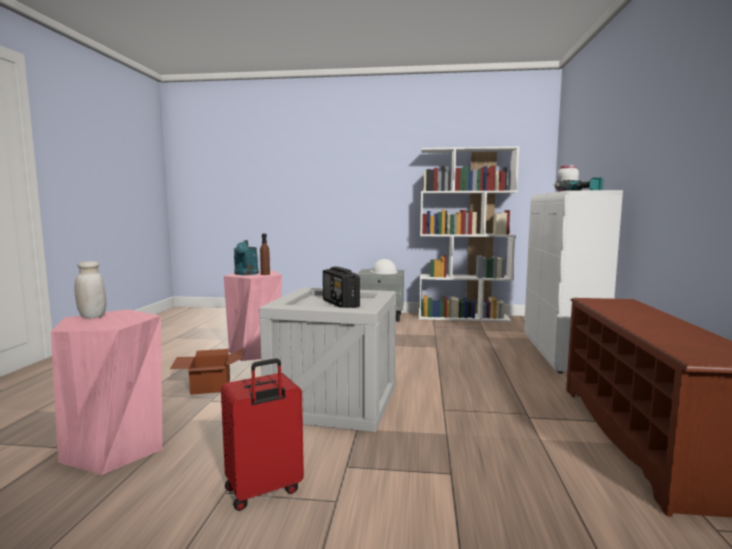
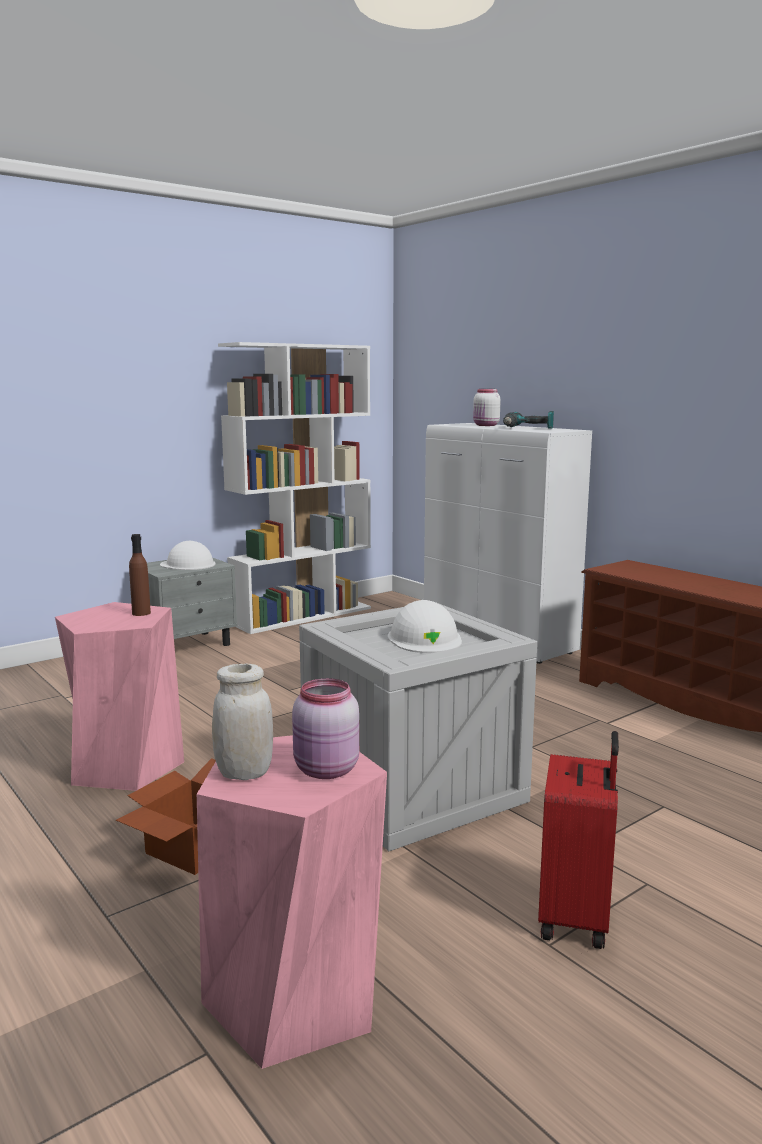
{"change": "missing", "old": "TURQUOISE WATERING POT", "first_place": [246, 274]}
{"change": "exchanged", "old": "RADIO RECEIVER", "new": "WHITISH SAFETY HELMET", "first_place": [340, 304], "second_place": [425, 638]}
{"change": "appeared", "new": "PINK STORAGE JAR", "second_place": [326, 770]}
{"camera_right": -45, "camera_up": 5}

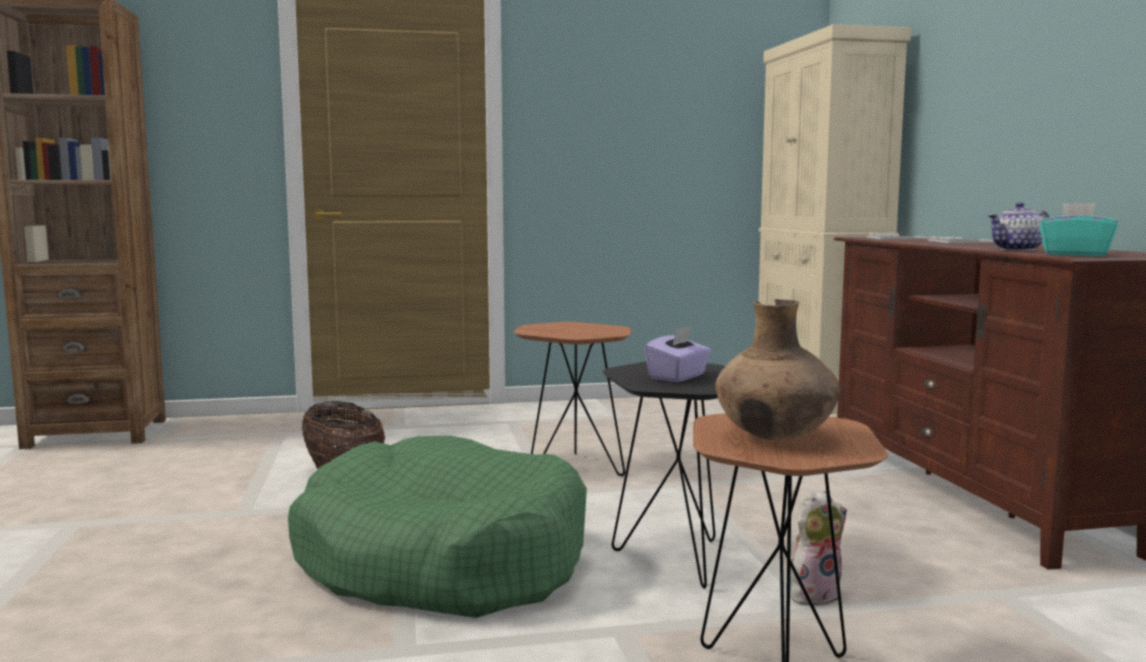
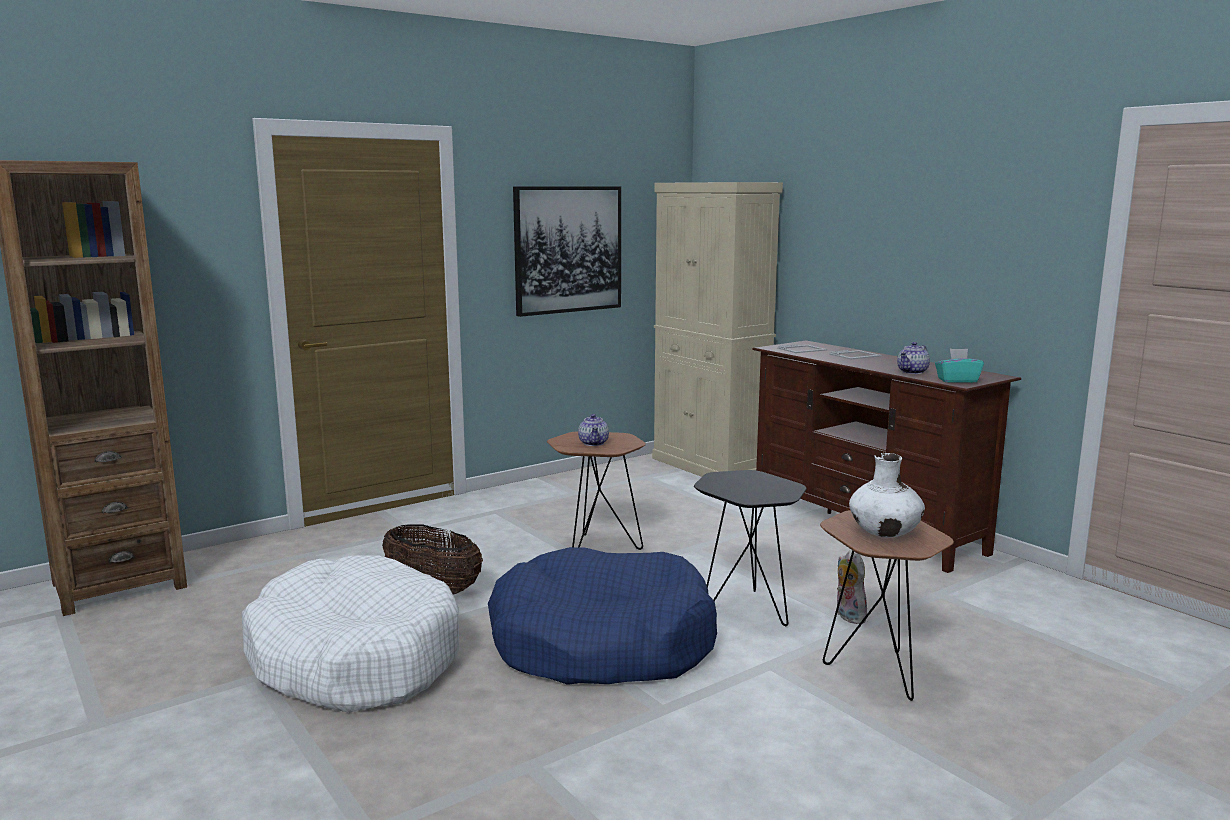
{"change": "colour", "old": "BROWNISH VASE", "new": "WHITISH VASE", "first_place": [776, 437], "second_place": [885, 534]}
{"change": "missing", "old": "PURPLISH BOX OF TISSUES", "first_place": [678, 377]}
{"change": "colour", "old": "GREEN PET BED", "new": "BLUE PET BED", "first_place": [441, 561], "second_place": [602, 643]}
{"change": "spun", "old": "SOFT TOY", "first_place": [814, 594], "second_place": [847, 616], "degrees": -60}
{"change": "appeared", "new": "PICTURE", "second_place": [568, 249]}
{"change": "appeared", "new": "TEAPOT", "second_place": [594, 443]}
{"change": "appeared", "new": "WHITISH PET BED", "second_place": [355, 658]}
{"camera_right": -25, "camera_up": 5}

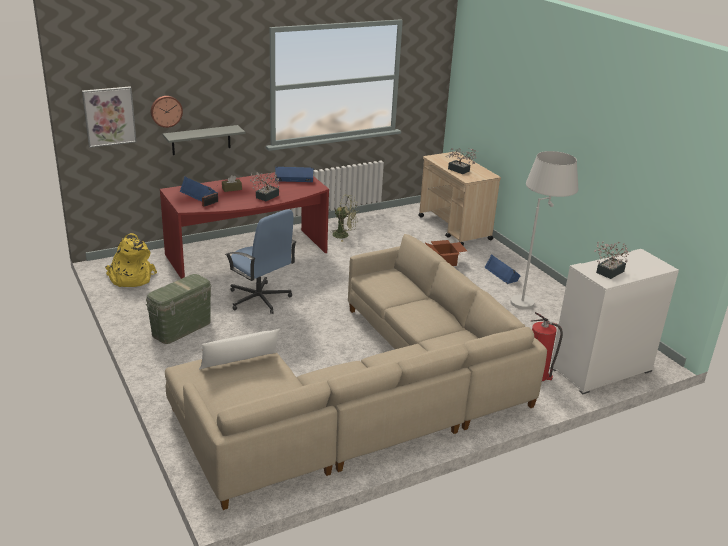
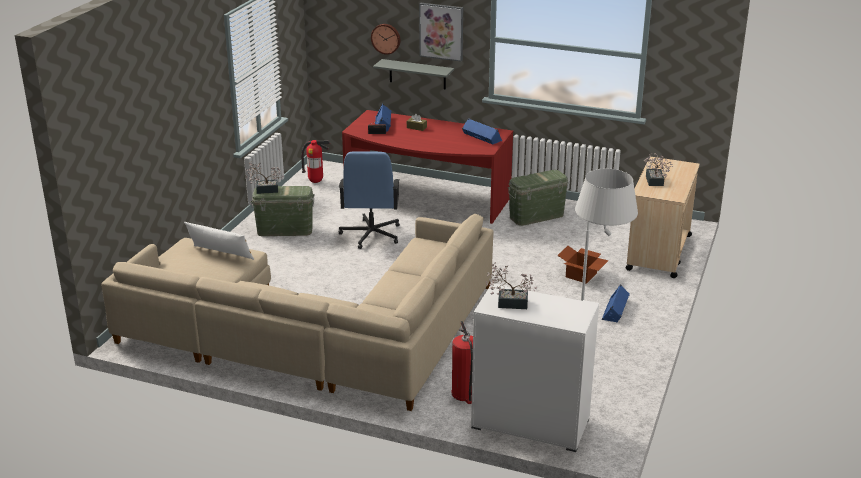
{"change": "relocated", "old": "PICTURE", "first_place": [109, 116], "second_place": [441, 31]}
{"change": "relocated", "old": "HOUSEPLANT", "first_place": [265, 197], "second_place": [264, 190]}
{"change": "exchanged", "old": "GREEN COOLING FAN", "new": "GREEN STORAGE BOX", "first_place": [344, 235], "second_place": [536, 216]}
{"change": "exchanged", "old": "YELLOW-COLOURED RUCKSACK", "new": "FIRE-FIGHTING CYLINDER", "first_place": [130, 278], "second_place": [316, 182]}
{"camera_right": 50, "camera_up": 0}

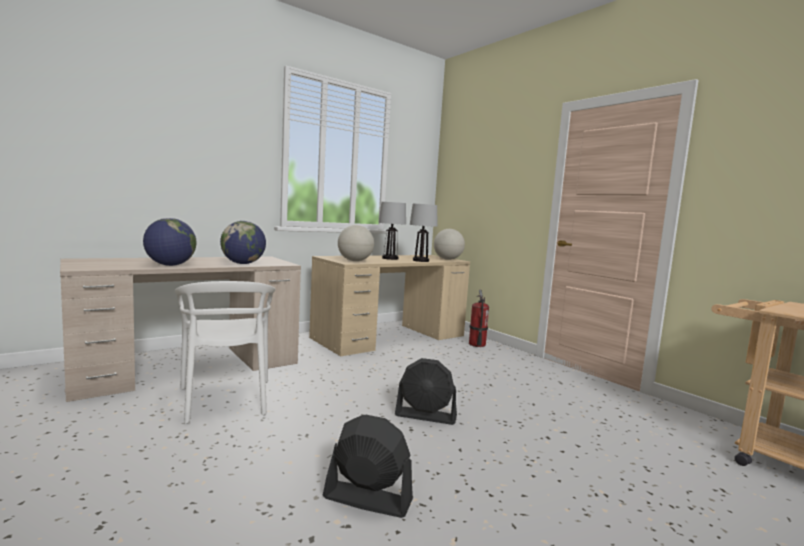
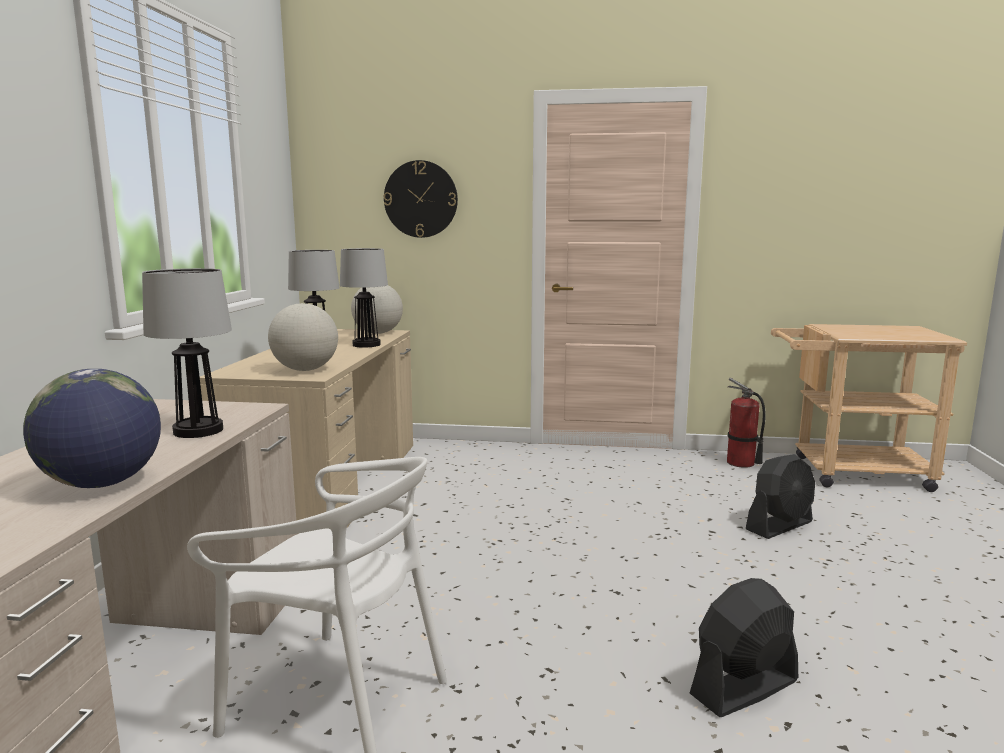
{"change": "exchanged", "old": "GLOBE", "new": "TABLE LAMP", "first_place": [243, 263], "second_place": [198, 431]}
{"change": "relocated", "old": "FIRE-FIGHTING CYLINDER", "first_place": [476, 344], "second_place": [740, 463]}
{"change": "relocated", "old": "BLACK-COLOURED COOLING FAN", "first_place": [426, 416], "second_place": [779, 526]}
{"change": "appeared", "new": "CLOCK ON THE WALL", "second_place": [420, 199]}
{"camera_right": -45, "camera_up": 5}

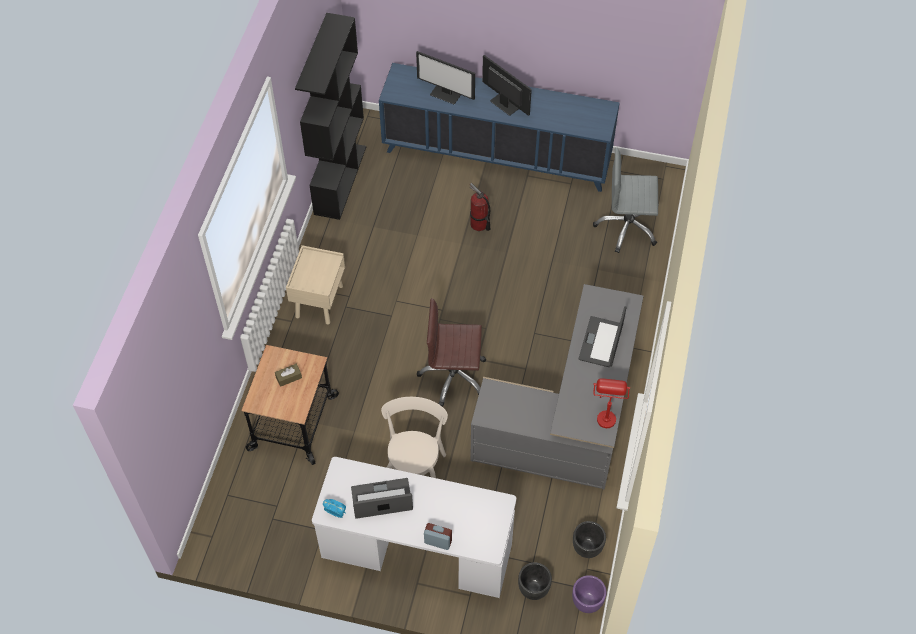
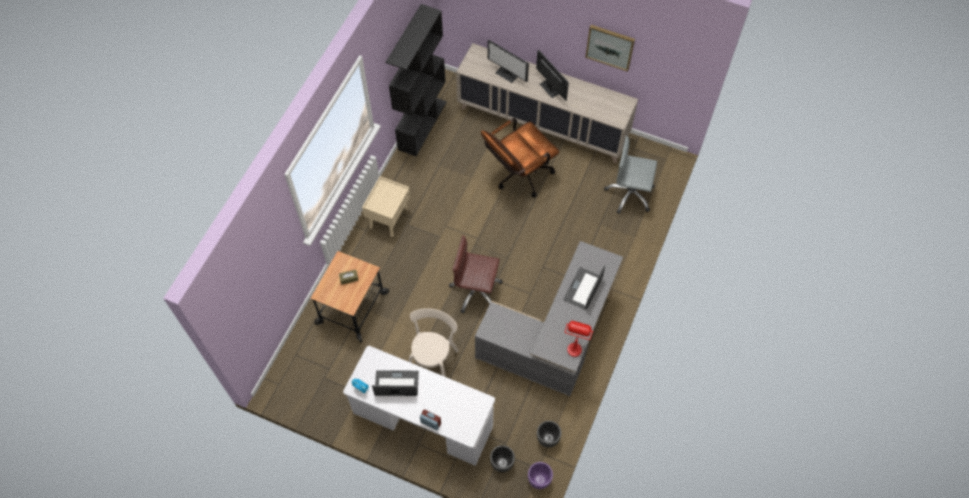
{"change": "colour", "old": "BLUE STORAGE CABINET", "new": "BEIGE STORAGE CABINET", "first_place": [497, 155], "second_place": [543, 122]}
{"change": "exchanged", "old": "FIRE-FIGHTING CYLINDER", "new": "BROWNISH OFFICE CHAIR", "first_place": [479, 224], "second_place": [518, 175]}
{"change": "appeared", "new": "PICTURE", "second_place": [610, 47]}
{"camera_right": 10, "camera_up": 5}

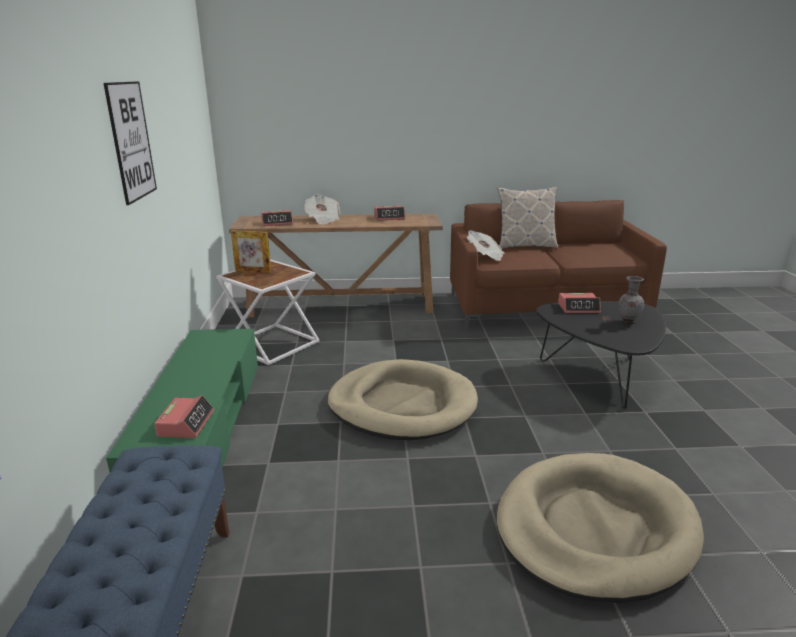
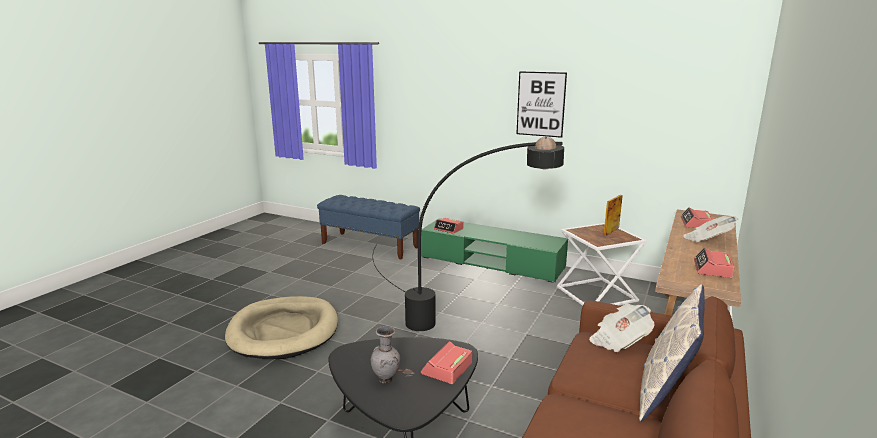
{"change": "exchanged", "old": "BEIGE PET BED", "new": "BLACK-COLOURED FLOOR LAMP", "first_place": [402, 405], "second_place": [457, 317]}
{"camera_right": 120, "camera_up": -5}

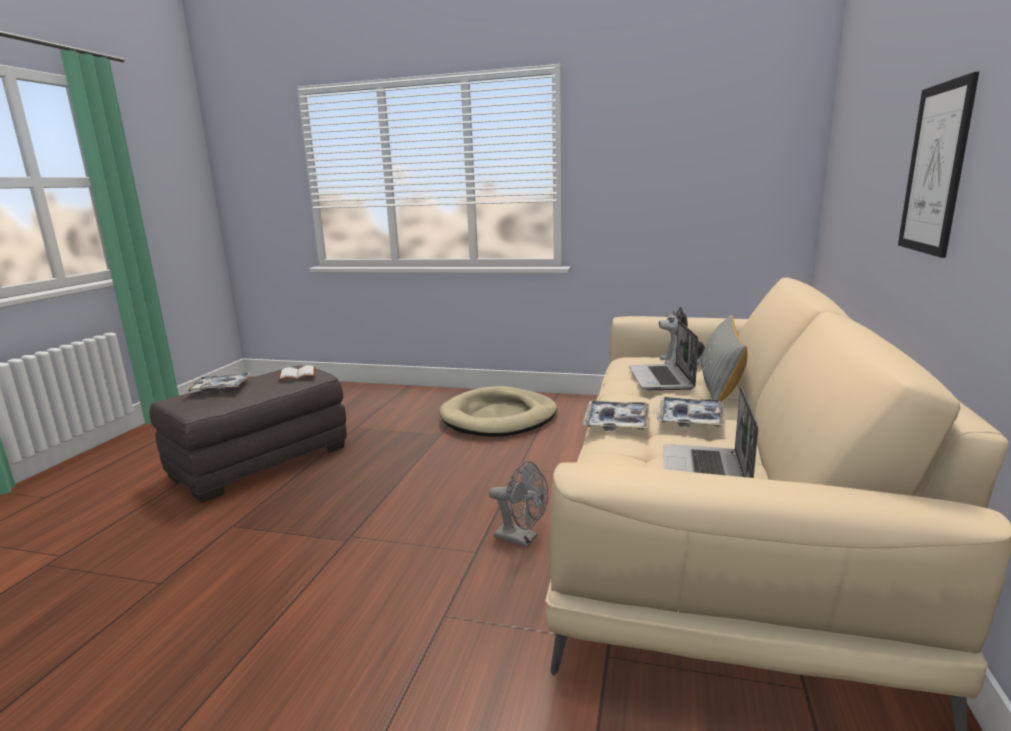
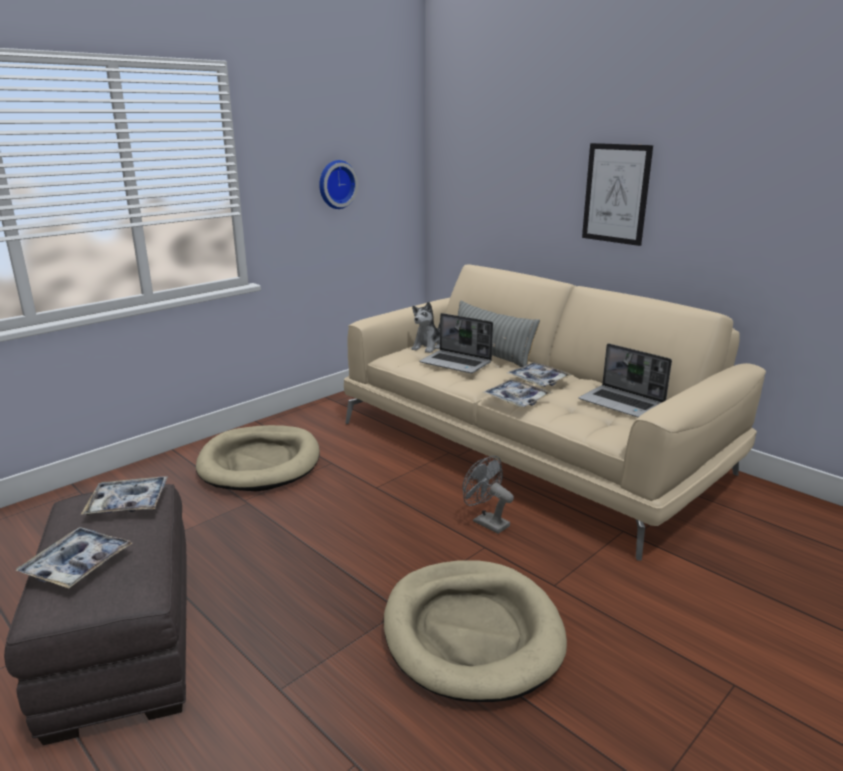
{"change": "exchanged", "old": "WHITISH BOOK", "new": "TRAY", "first_place": [297, 375], "second_place": [128, 503]}
{"change": "spun", "old": "GREYISH COOLING FAN", "first_place": [522, 539], "second_place": [486, 522], "degrees": -105}
{"change": "appeared", "new": "CLOCK ON THE WALL", "second_place": [336, 184]}
{"change": "appeared", "new": "BEIGE PET BED", "second_place": [472, 632]}
{"camera_right": -60, "camera_up": 5}

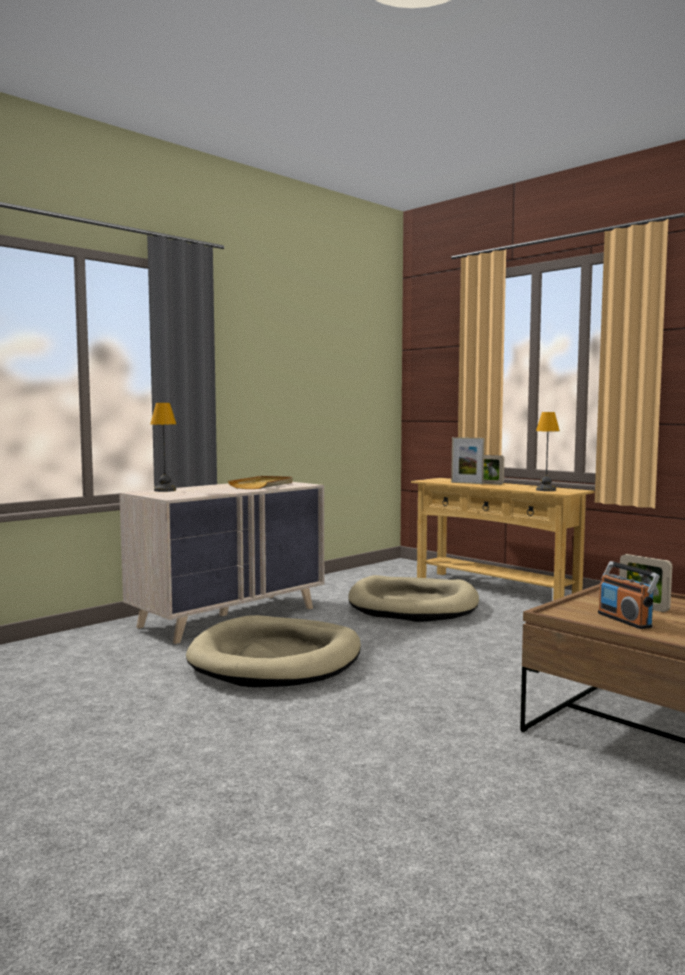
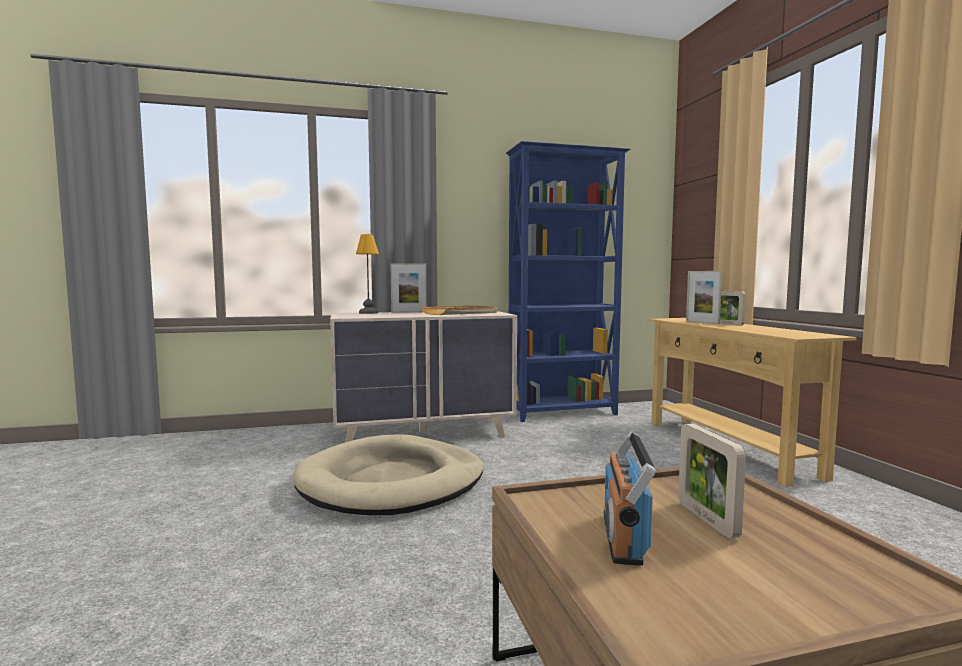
{"change": "missing", "old": "TABLE LAMP", "first_place": [546, 490]}
{"change": "missing", "old": "BEIGE PET BED", "first_place": [413, 605]}
{"change": "appeared", "new": "BLUE SHELVING UNIT", "second_place": [563, 413]}
{"change": "appeared", "new": "PICTURE FRAME", "second_place": [409, 312]}
{"camera_right": 30, "camera_up": 0}

